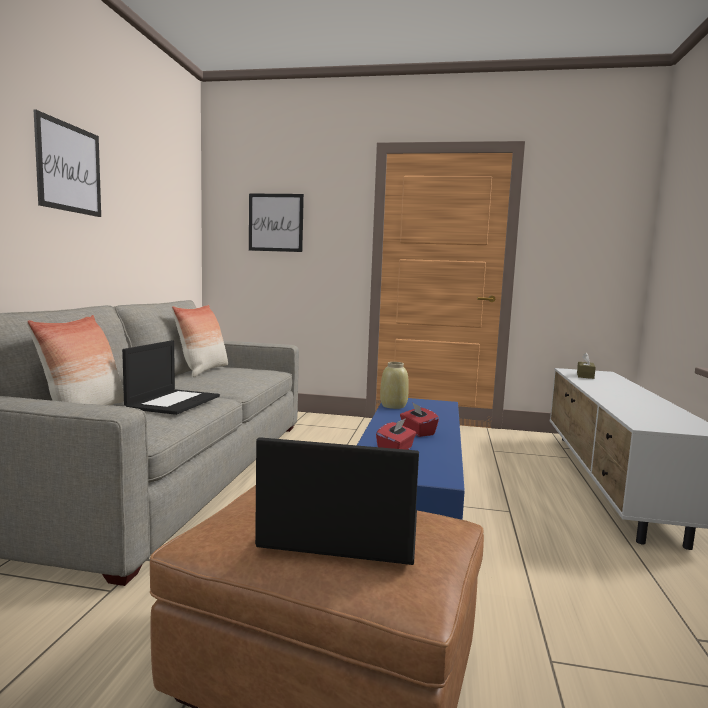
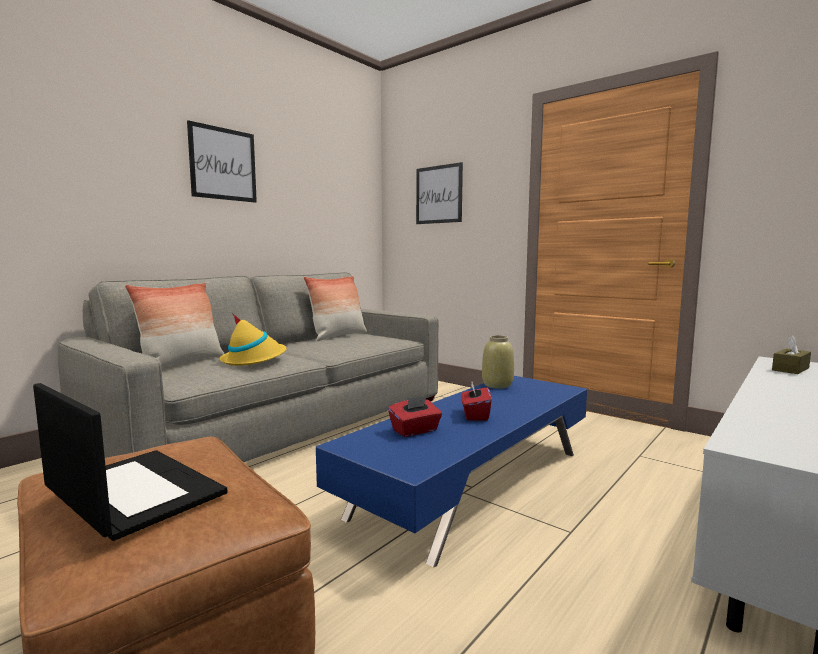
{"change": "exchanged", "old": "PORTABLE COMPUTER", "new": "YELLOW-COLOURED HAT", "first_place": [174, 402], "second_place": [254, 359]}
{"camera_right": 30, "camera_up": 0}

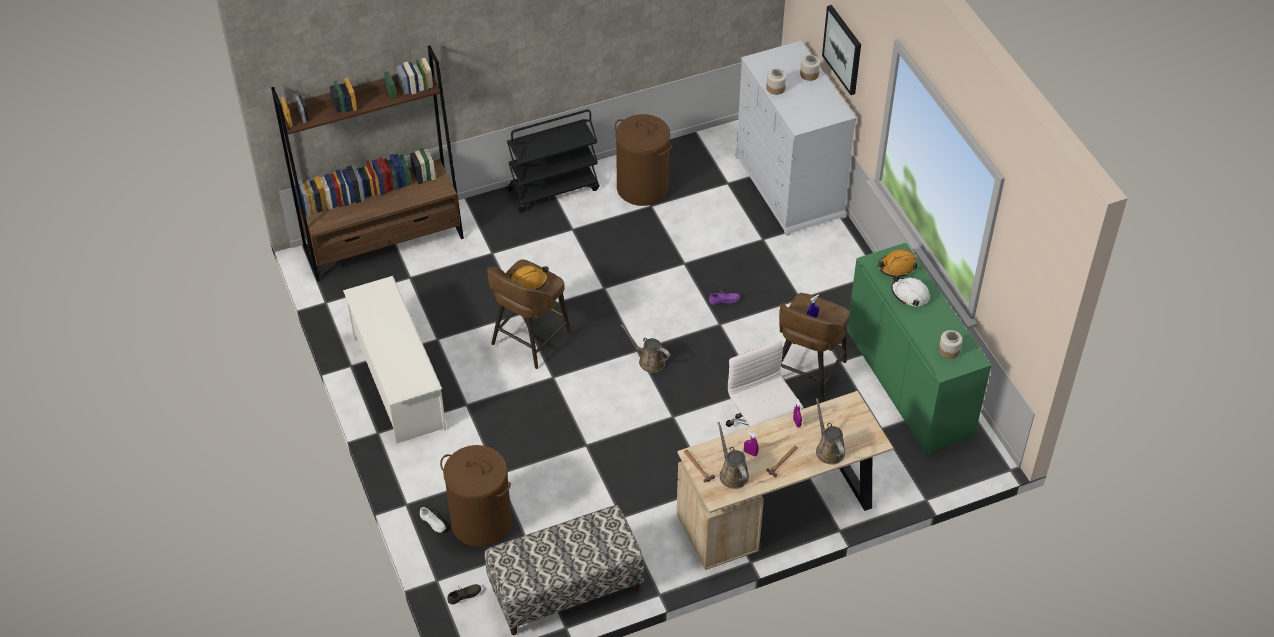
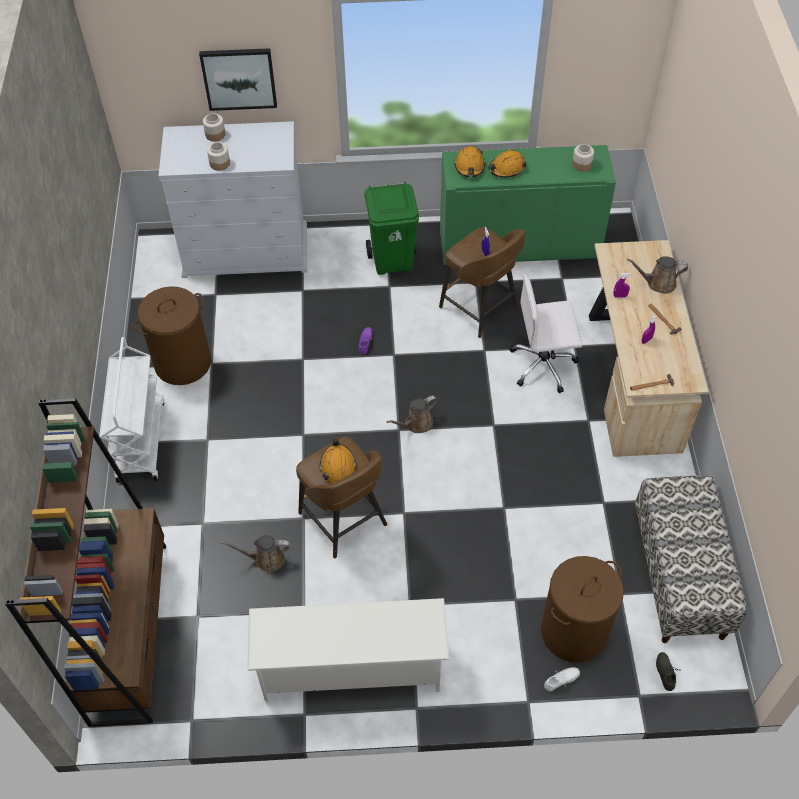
{"change": "colour", "old": "BLACK-COLOURED WHEELED CART", "new": "WHITISH WHEELED CART", "first_place": [554, 189], "second_place": [140, 440]}
{"change": "colour", "old": "WHITISH SAFETY HELMET", "new": "ORANGE-COLOURED SAFETY HELMET", "first_place": [910, 294], "second_place": [506, 168]}
{"change": "relocated", "old": "BROWNISH WATERING POT", "first_place": [732, 473], "second_place": [266, 558]}
{"change": "appeared", "new": "GREEN WASTE BIN", "second_place": [393, 261]}
{"camera_right": -70, "camera_up": 5}

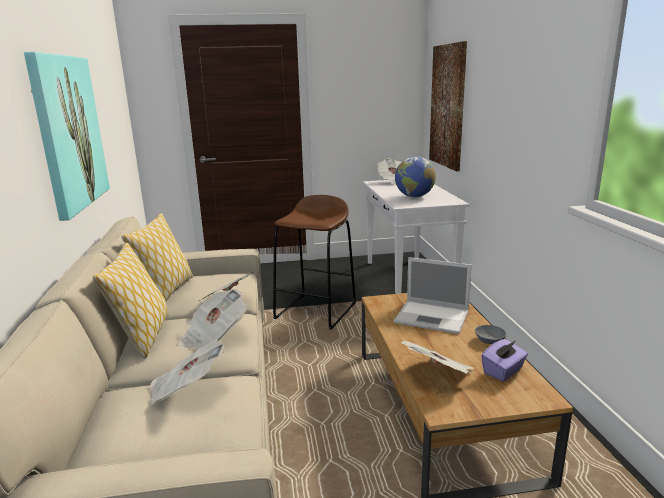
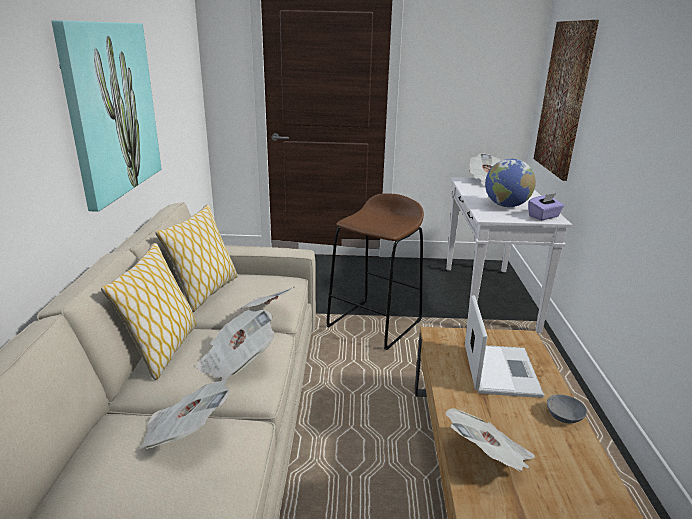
{"change": "spun", "old": "PORTABLE COMPUTER", "first_place": [433, 317], "second_place": [499, 369], "degrees": -120}
{"change": "relocated", "old": "PURPLISH BOX OF TISSUES", "first_place": [503, 371], "second_place": [544, 217]}
{"camera_right": 10, "camera_up": 5}

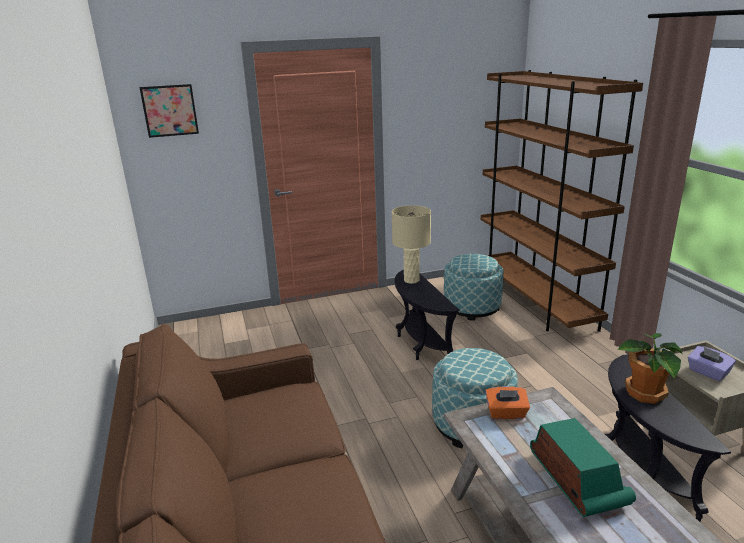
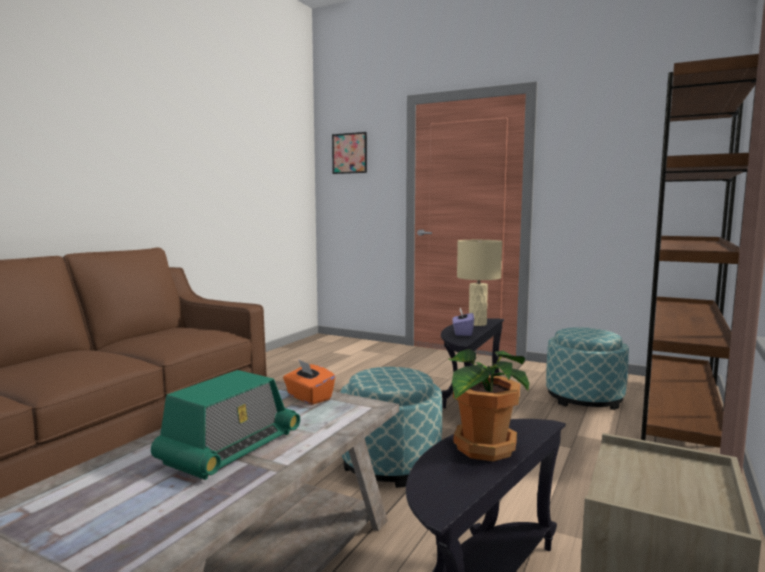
{"change": "relocated", "old": "PURPLISH BOX OF TISSUES", "first_place": [707, 372], "second_place": [462, 333]}
{"camera_right": 45, "camera_up": -15}

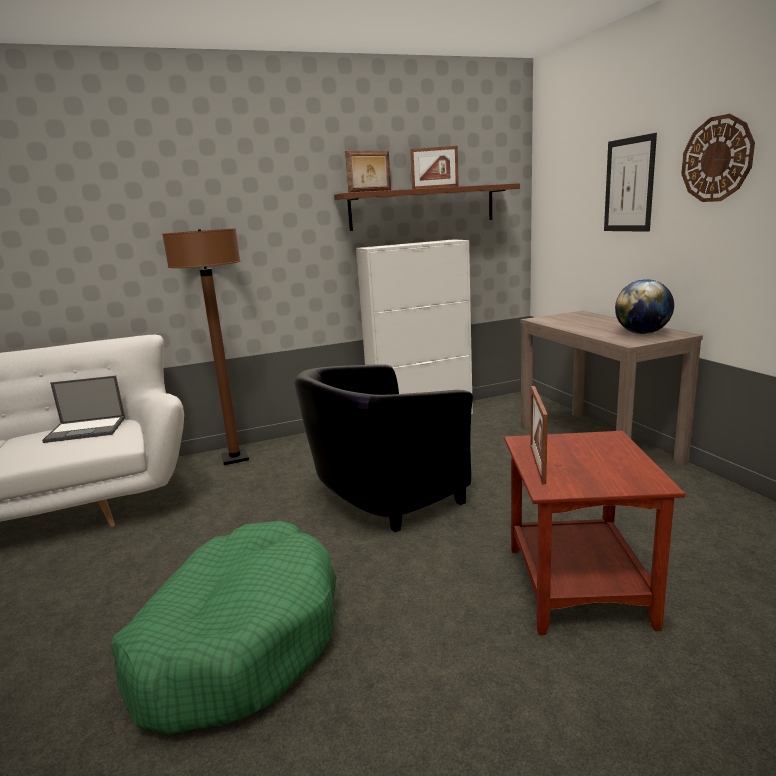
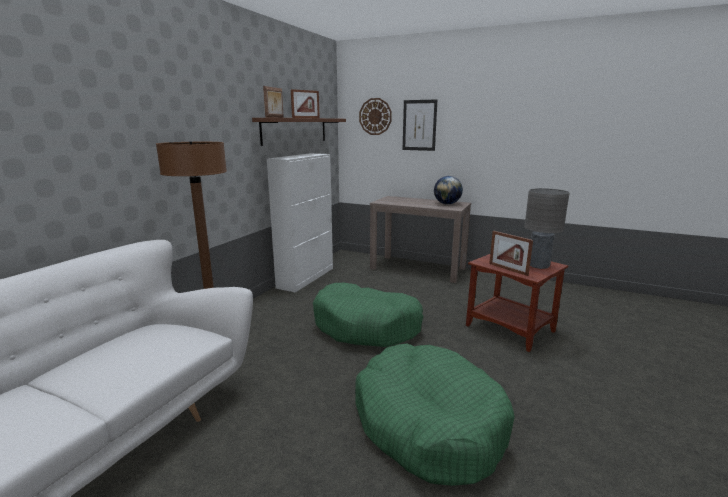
{"change": "relocated", "old": "CLOCK ON THE WALL", "first_place": [717, 159], "second_place": [375, 116]}
{"change": "exchanged", "old": "BLACK-COLOURED LOUNGE CHAIR", "new": "GREEN PET BED", "first_place": [382, 498], "second_place": [367, 326]}
{"change": "missing", "old": "PORTABLE COMPUTER", "first_place": [87, 429]}
{"change": "appeared", "new": "GREYISH TABLE LAMP", "second_place": [538, 265]}
{"camera_right": -45, "camera_up": 0}

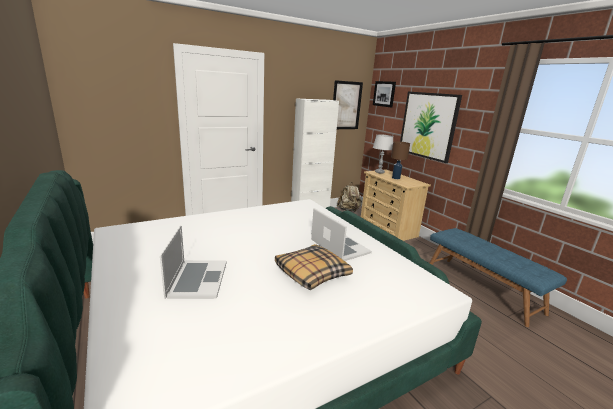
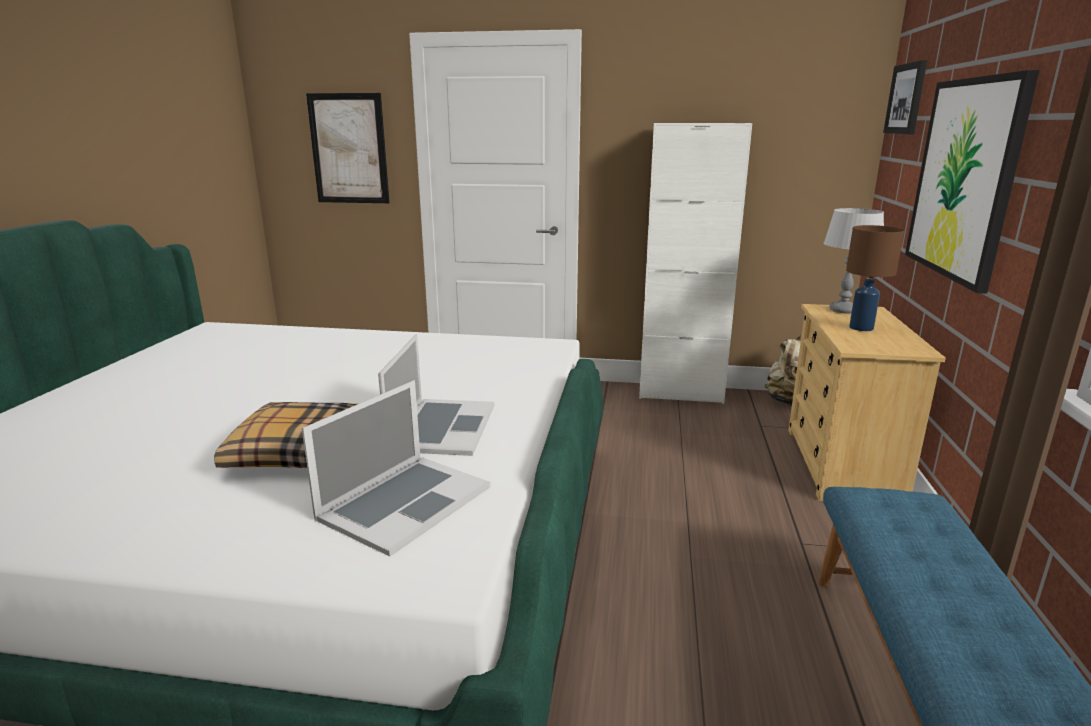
{"change": "relocated", "old": "PICTURE", "first_place": [346, 105], "second_place": [349, 149]}
{"change": "relocated", "old": "PORTABLE COMPUTER", "first_place": [197, 279], "second_place": [404, 502]}
{"camera_right": 40, "camera_up": 0}

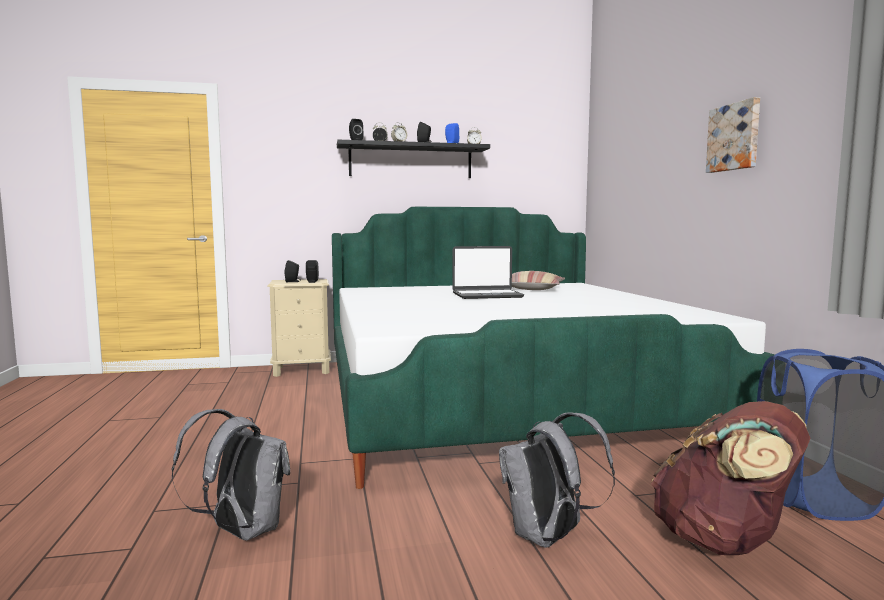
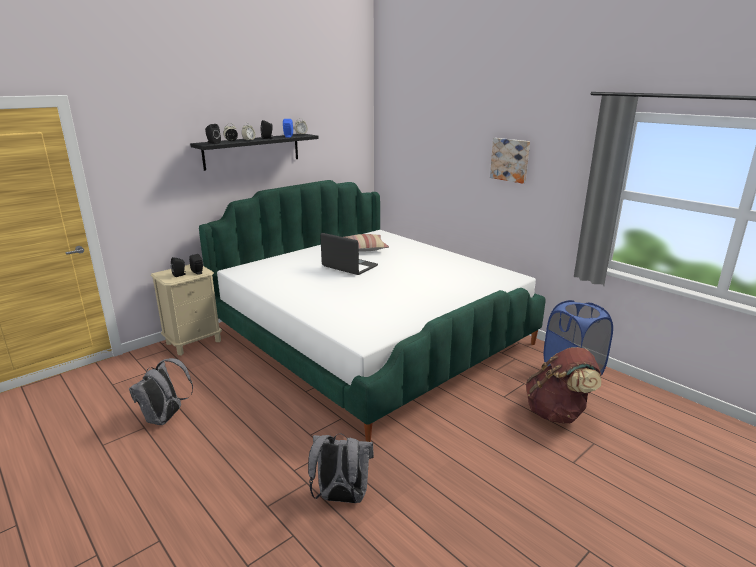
{"change": "spun", "old": "PORTABLE COMPUTER", "first_place": [487, 295], "second_place": [349, 266], "degrees": -105}
{"change": "relocated", "old": "GREYISH RUCKSACK", "first_place": [549, 538], "second_place": [165, 418]}
{"camera_right": -30, "camera_up": 15}

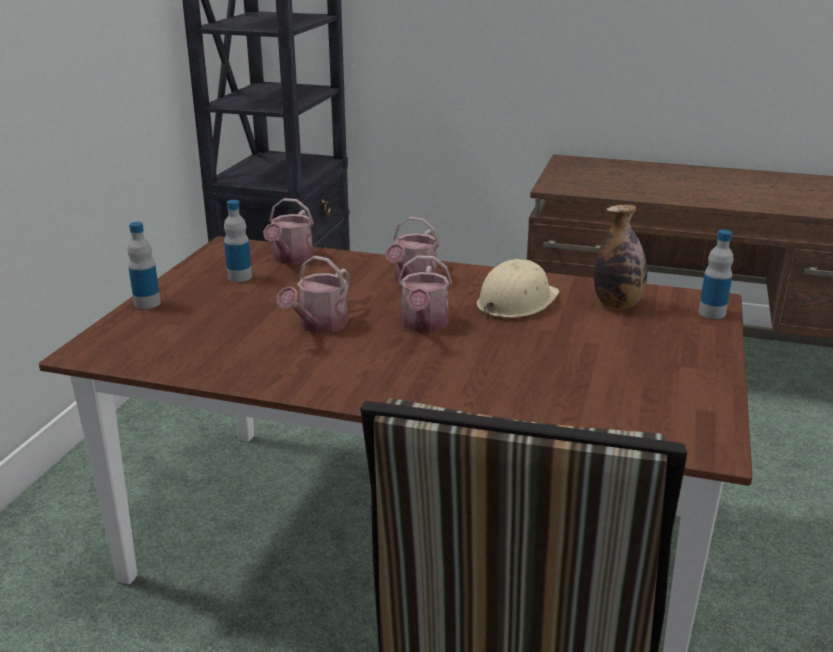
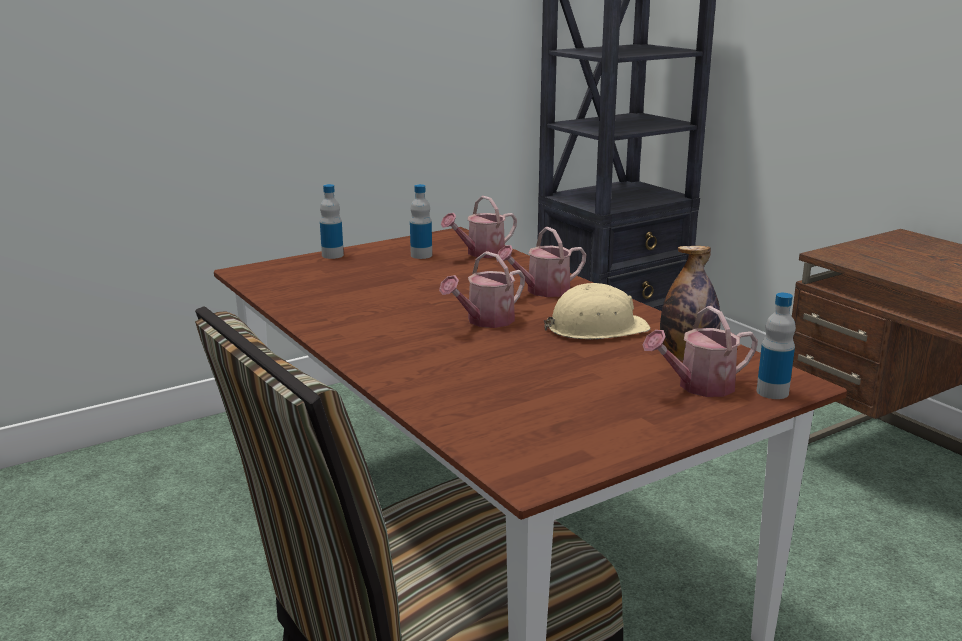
{"change": "relocated", "old": "WATERING POT", "first_place": [319, 326], "second_place": [699, 386]}
{"camera_right": 40, "camera_up": -5}

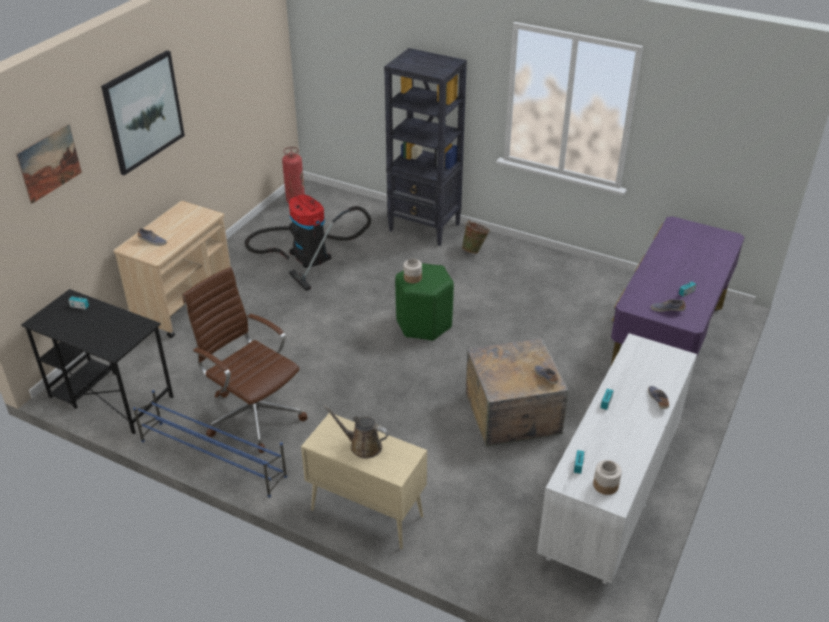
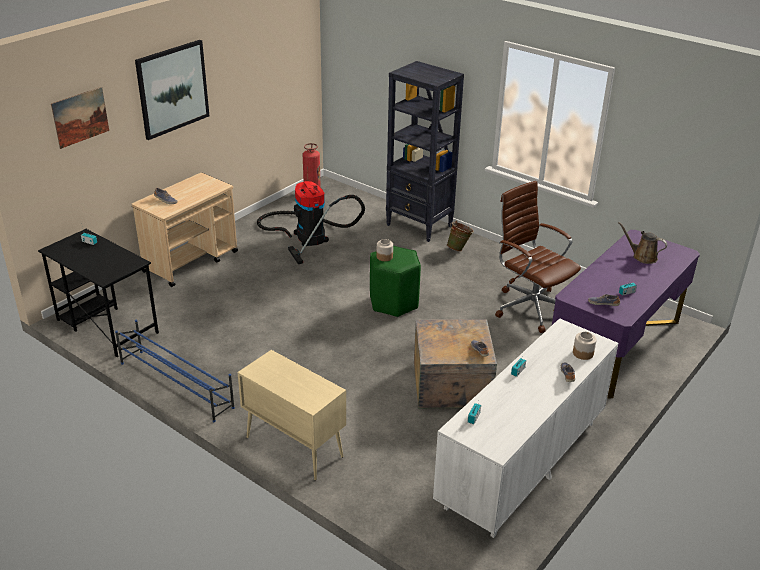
{"change": "relocated", "old": "BROWNISH OFFICE CHAIR", "first_place": [253, 414], "second_place": [530, 307]}
{"change": "relocated", "old": "BROWNISH WATERING POT", "first_place": [362, 446], "second_place": [642, 257]}
{"change": "relocated", "old": "STORAGE JAR", "first_place": [605, 485], "second_place": [583, 353]}
{"camera_right": 10, "camera_up": -5}

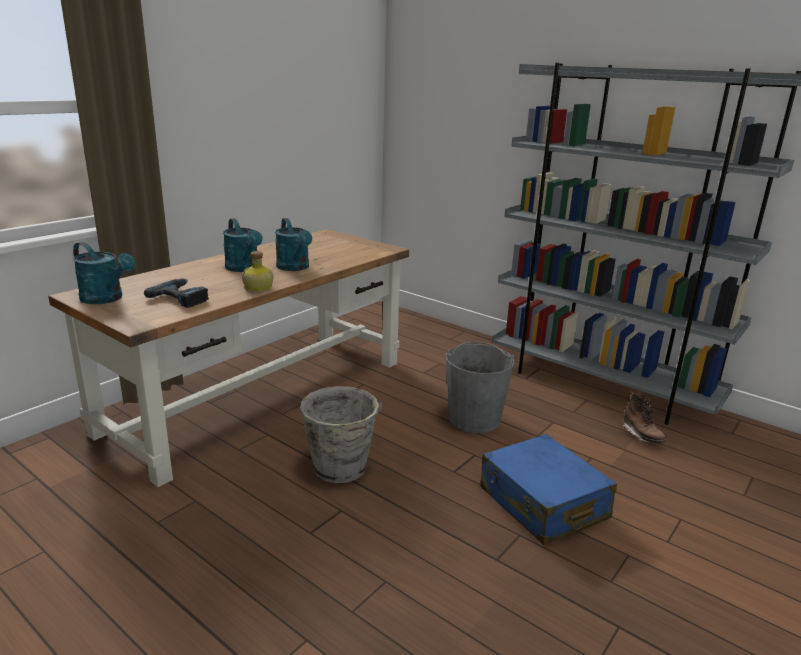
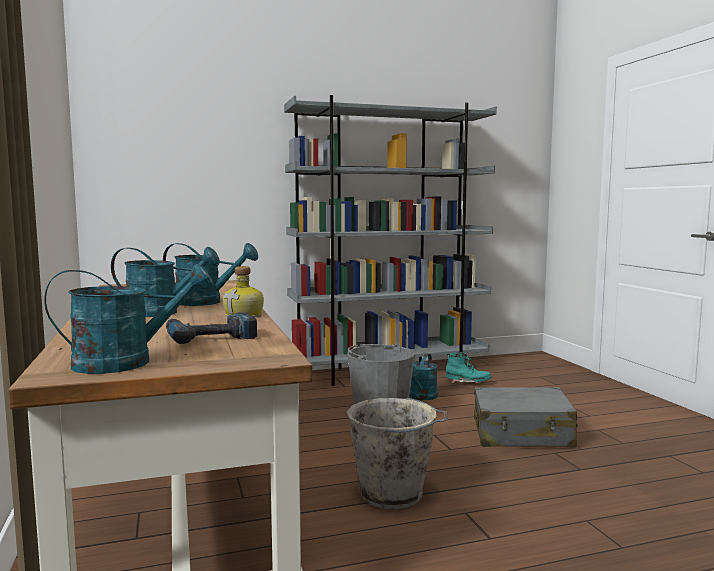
{"change": "colour", "old": "BROWNISH TALL BOOT", "new": "TURQUOISE TALL BOOT", "first_place": [642, 436], "second_place": [467, 383]}
{"change": "colour", "old": "BLUE TRAVEL CASE", "new": "GREYISH TRAVEL CASE", "first_place": [543, 503], "second_place": [522, 434]}
{"change": "appeared", "new": "TURQUOISE WATERING POT", "second_place": [421, 397]}
{"camera_right": -55, "camera_up": -15}

